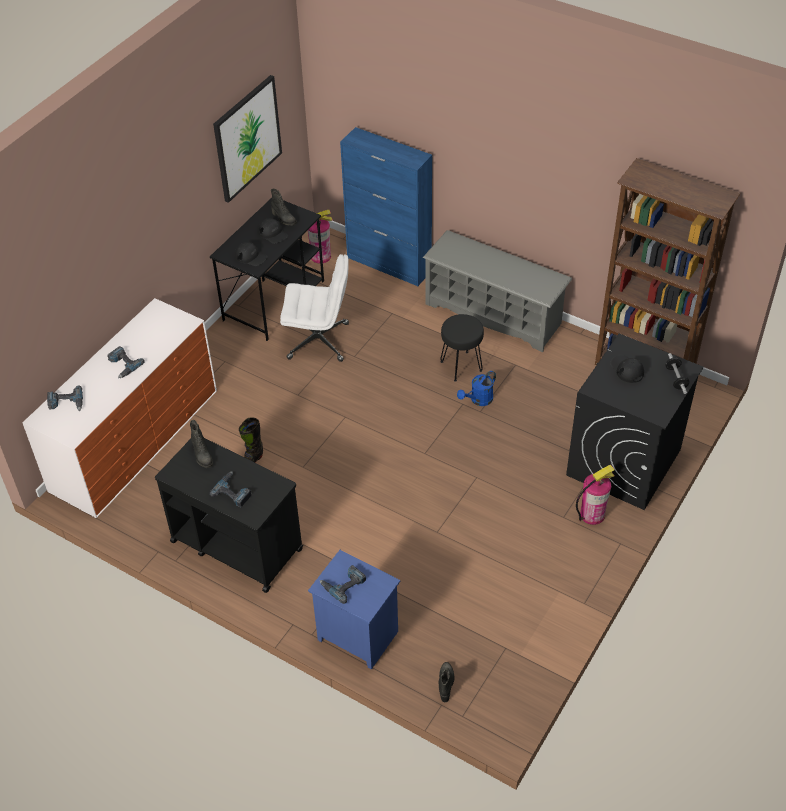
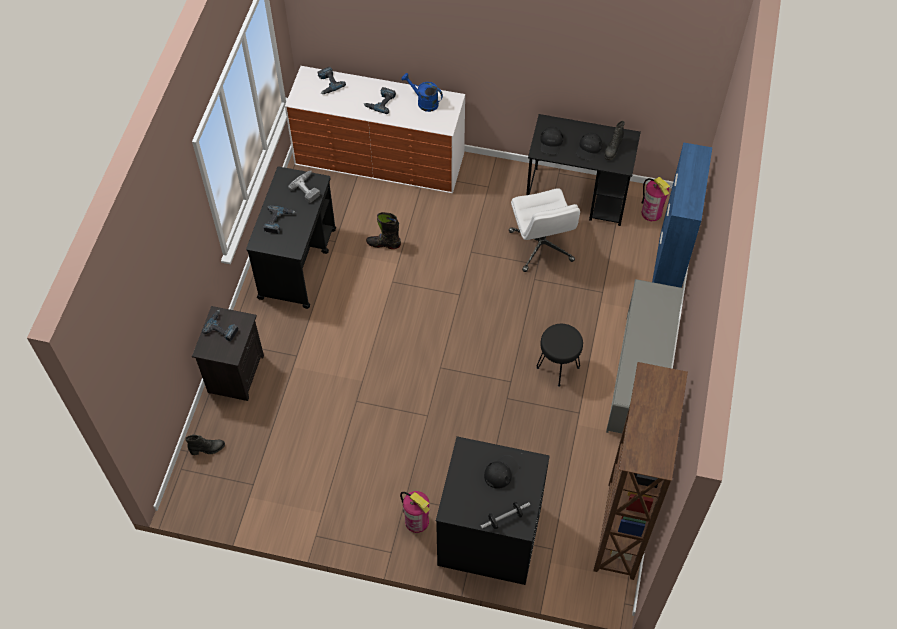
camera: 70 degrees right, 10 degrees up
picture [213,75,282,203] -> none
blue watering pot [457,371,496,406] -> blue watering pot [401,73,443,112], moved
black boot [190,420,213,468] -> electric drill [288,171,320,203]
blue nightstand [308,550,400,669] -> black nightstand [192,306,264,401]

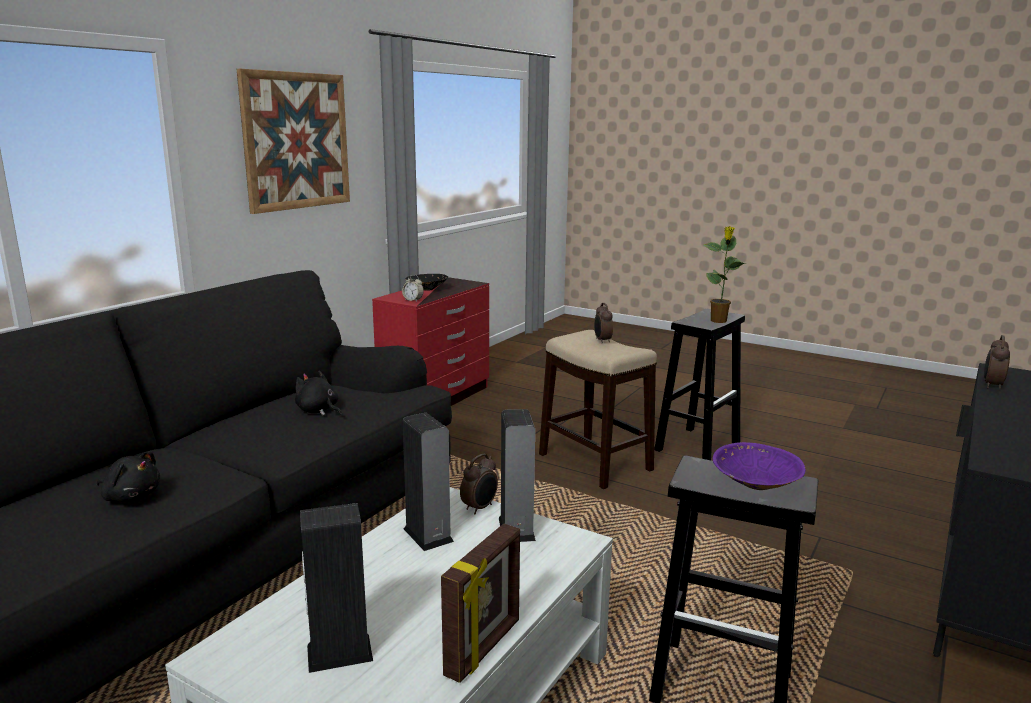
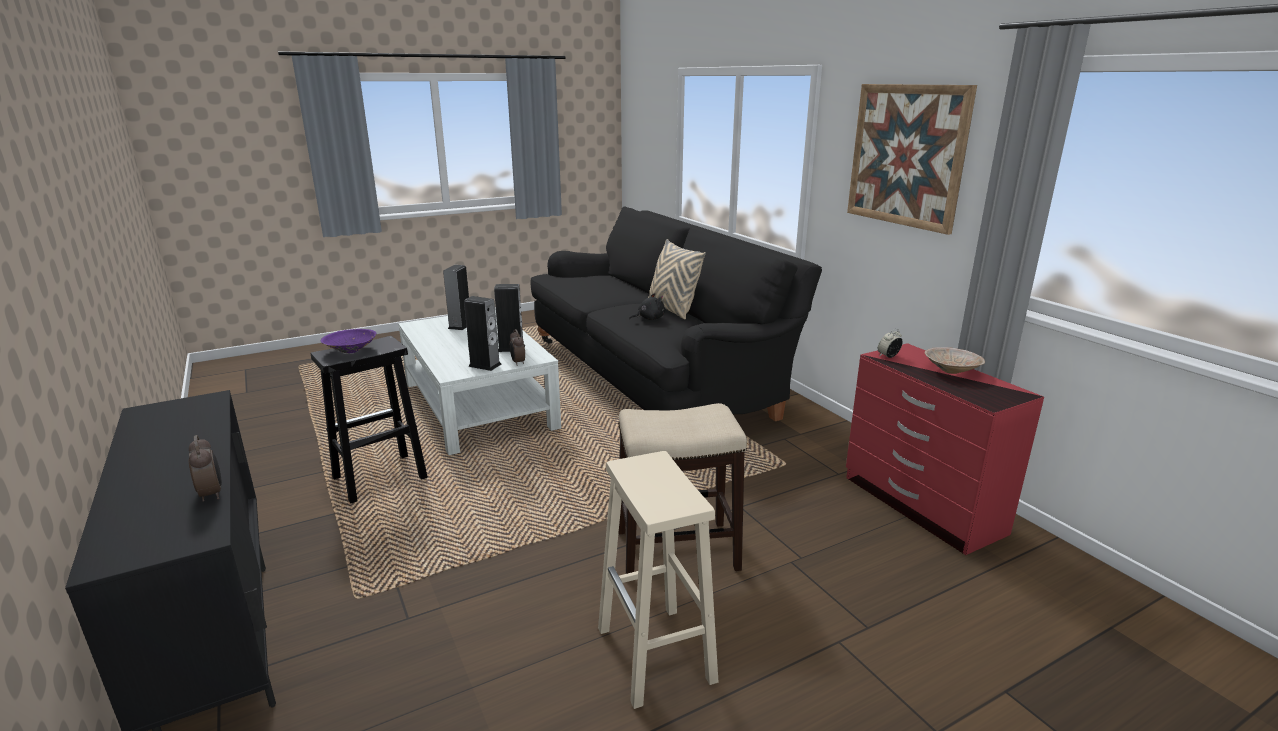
camera: 120 degrees right, 5 degrees up
black soft toy [97,451,160,502] -> none
photo frame [441,524,520,683] -> none
table clock [594,303,613,342] -> none
houseplant [703,226,745,323] -> none
none -> sand-coloured pillow [648,239,706,319]
black bowl [405,274,448,291] -> sand-coloured bowl [924,347,985,374]
black stool [654,309,745,460] -> sand-coloured stool [598,451,718,709]

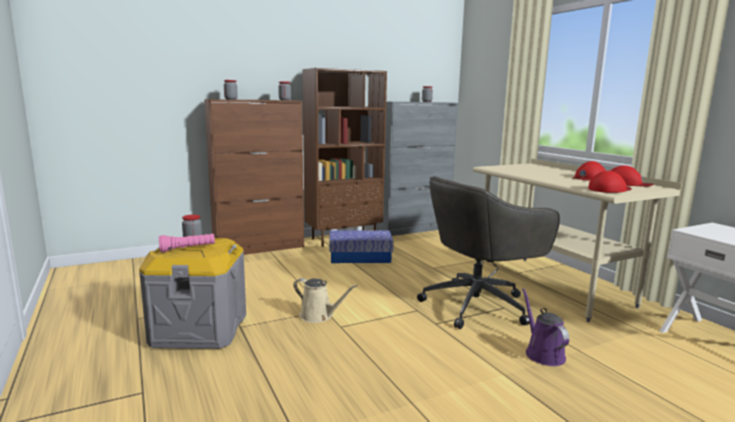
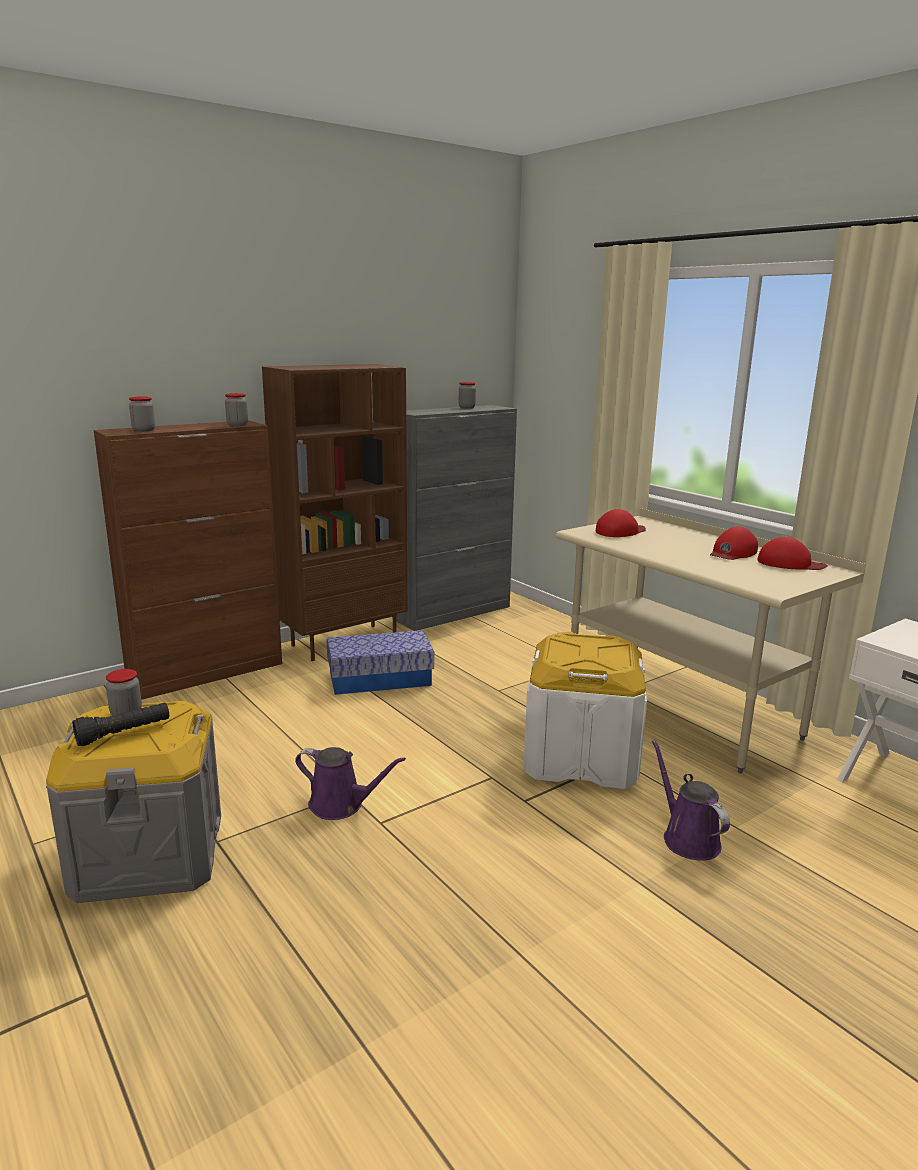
camera: 10 degrees left, 5 degrees up
red cap [588,171,632,193] -> red cap [596,509,646,537], moved
gray office chair [417,176,560,329] -> whitish storage bin [524,632,647,789]
pink-coloured hand torch [159,234,215,252] -> black hand torch [73,703,169,746]
sand-coloured watering pot [293,278,358,323] -> purplish watering pot [295,747,406,820]

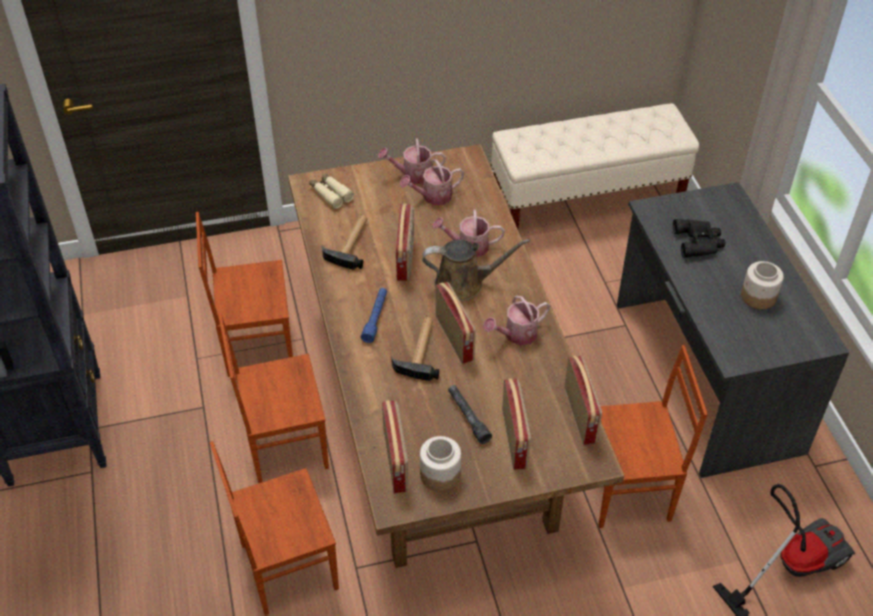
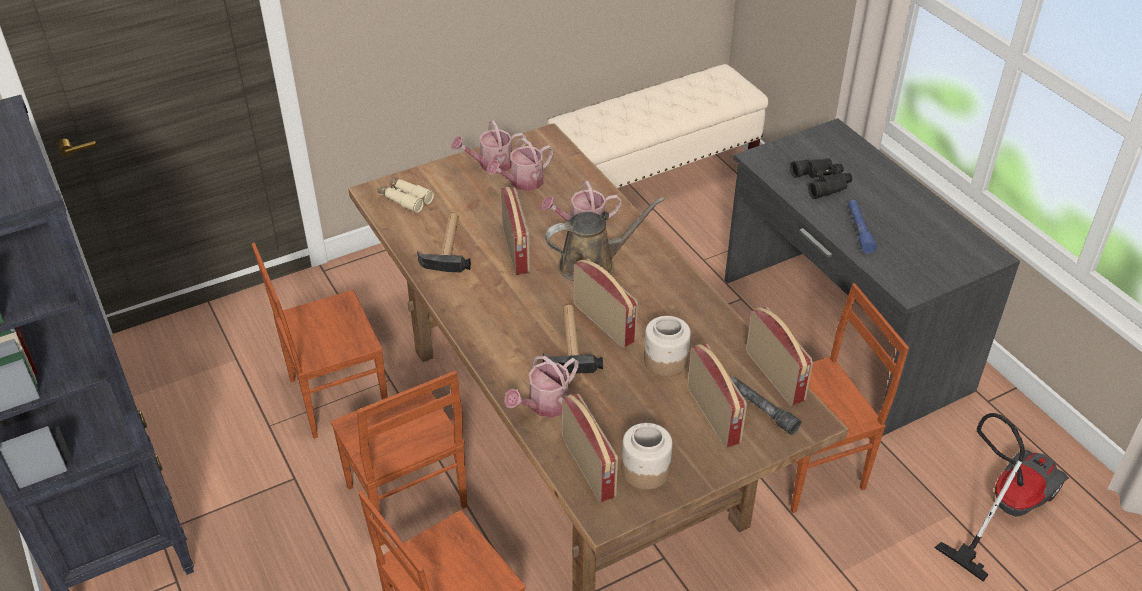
camera: 15 degrees left, 5 degrees down
blue hand torch [361,288,387,343] -> blue hand torch [848,200,877,254], moved
gray hand torch [448,385,492,444] -> gray hand torch [731,377,801,435], moved
watering pot [483,296,550,345] -> watering pot [504,356,579,418], moved
storage jar [741,261,784,309] -> storage jar [644,316,691,376], moved
brownish chair [218,313,329,483] -> brownish chair [330,371,467,546], 90 degrees counterclockwise

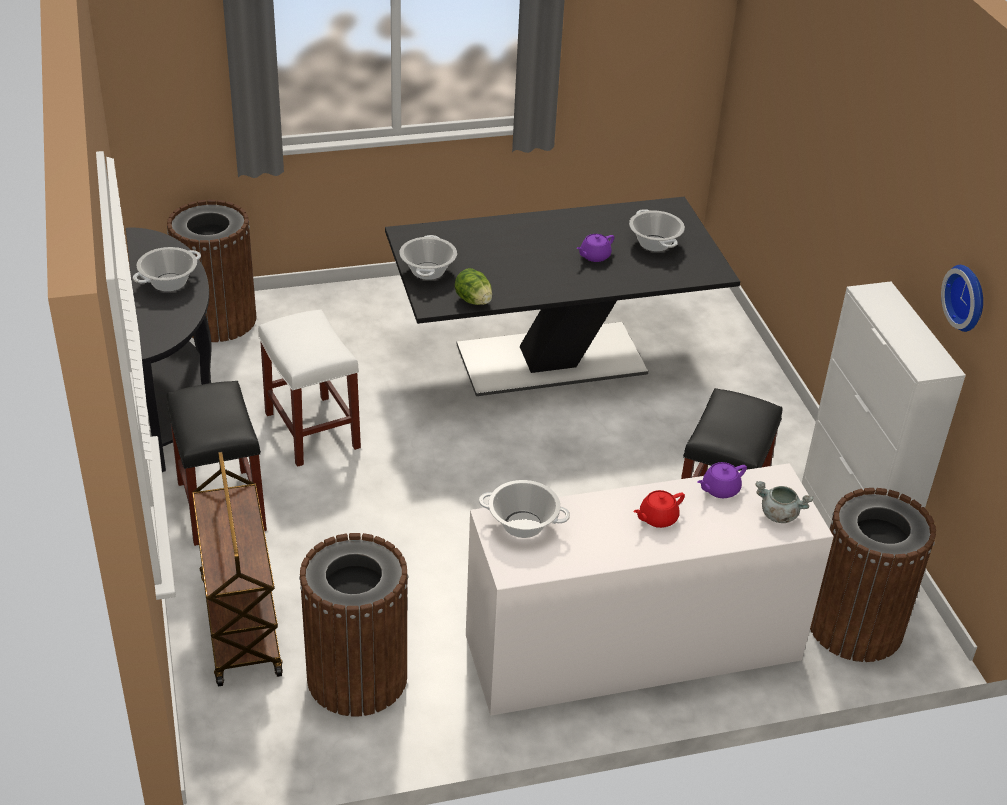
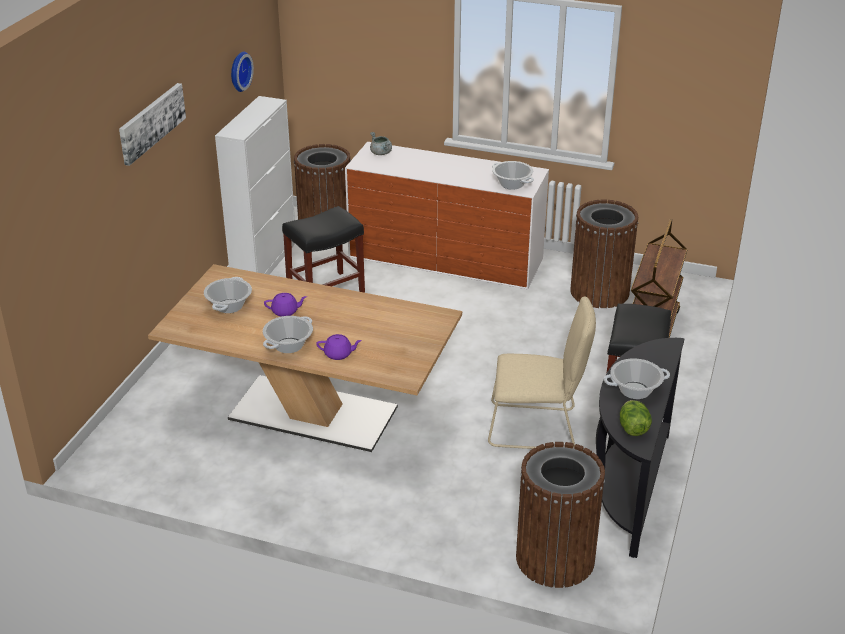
camera: 145 degrees left, 5 degrees down
red tea pot [633,490,685,528] -> none
none -> picture [119,83,186,166]
cooking pot [399,235,457,280] -> cooking pot [263,316,313,353], moved
head of lettuce [454,268,492,305] -> head of lettuce [620,400,652,436], moved
purplish tea pot [697,462,747,498] -> purplish tea pot [316,334,362,360], moved
whitish stool [258,309,361,467] -> sand-coloured chair [488,296,596,449]
black dinner table [385,197,740,396] -> sand-coloured dinner table [148,264,462,452]

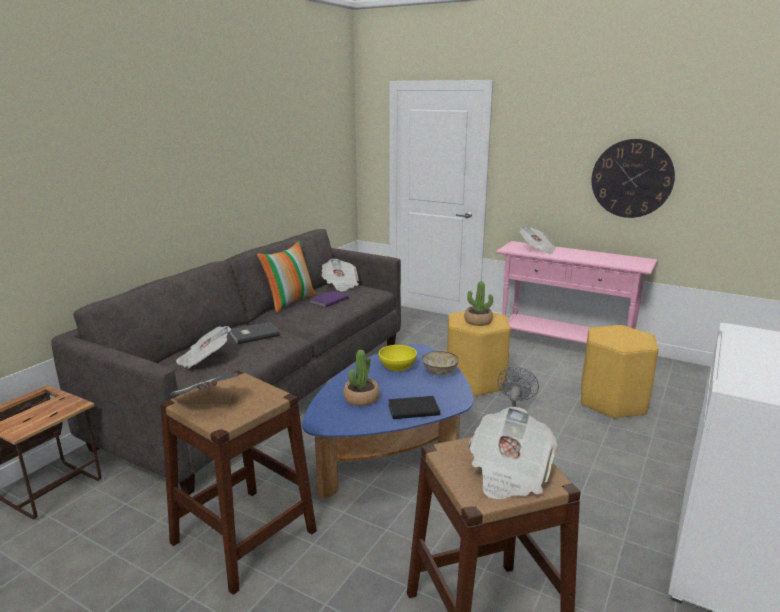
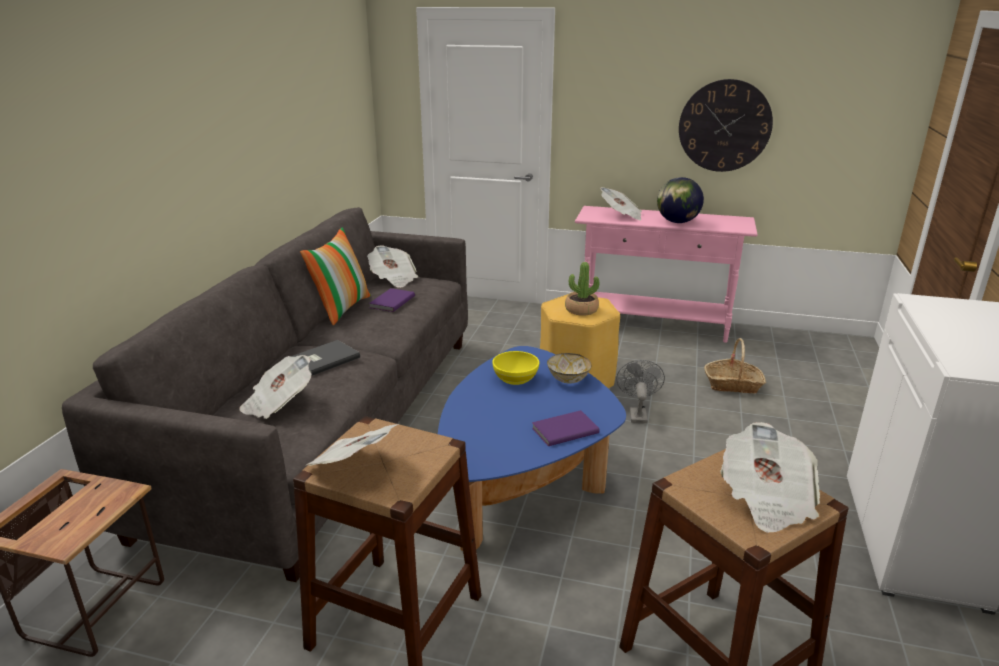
camera: 15 degrees left, 5 degrees up
houseplant [343,350,380,406] -> none
none -> world globe [657,177,704,223]
yellow stool [581,325,659,419] -> household basket [704,338,766,393]
black book [388,396,440,419] -> purplish book [532,410,599,446]

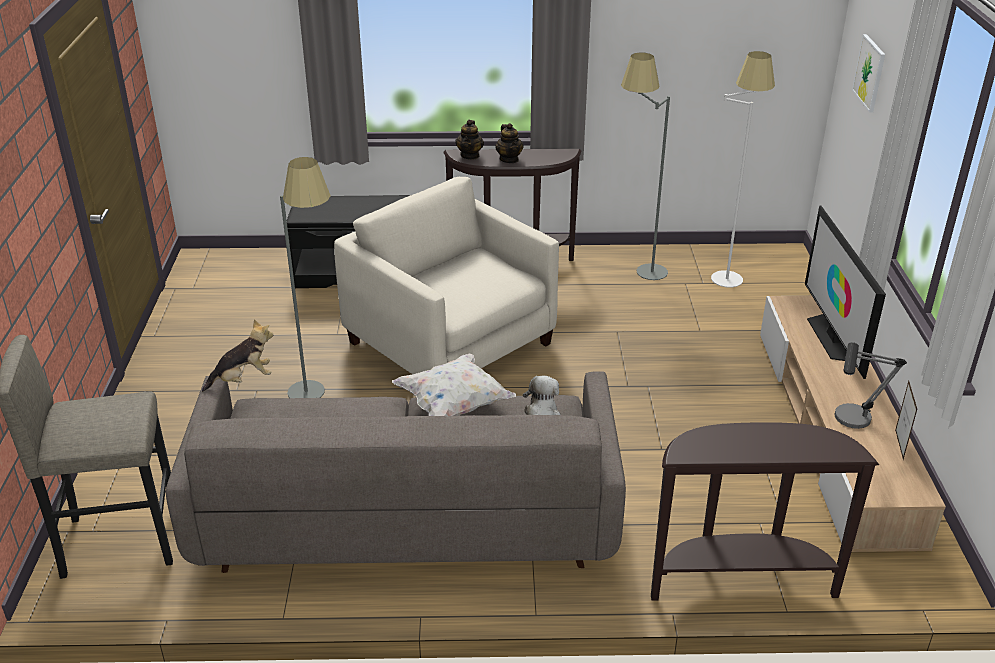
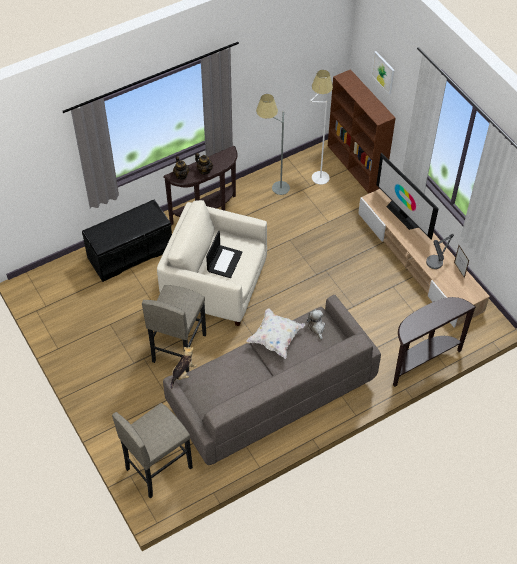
camera: 30 degrees left, 20 degrees up
none -> portable computer [206,231,243,278]
none -> brownish bookshelf [328,69,396,194]
gray standard lamp [280,157,331,398] -> gray stool [142,285,206,372]

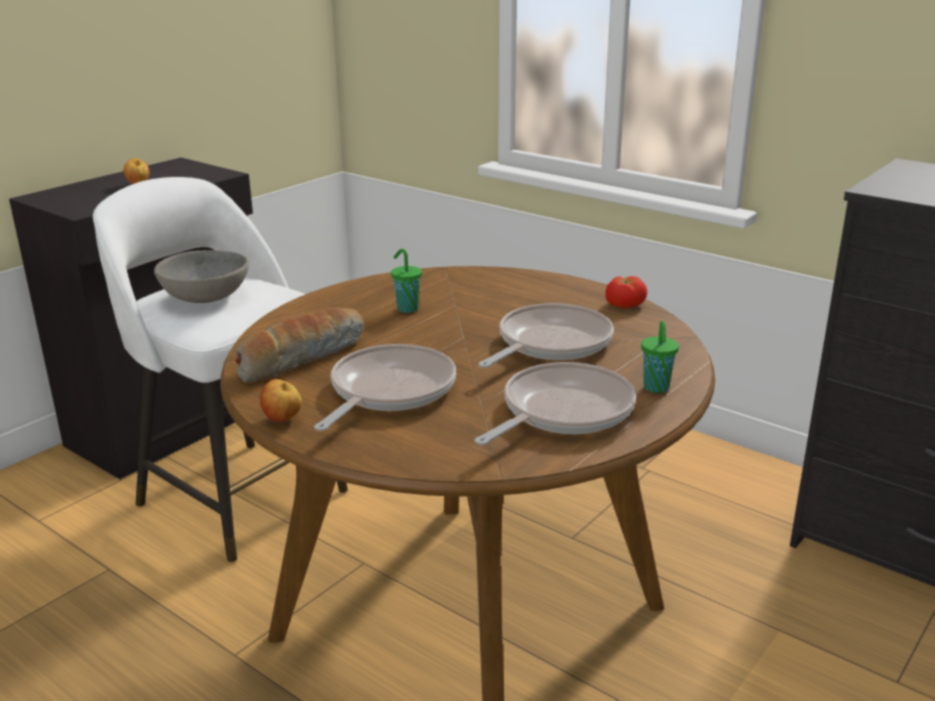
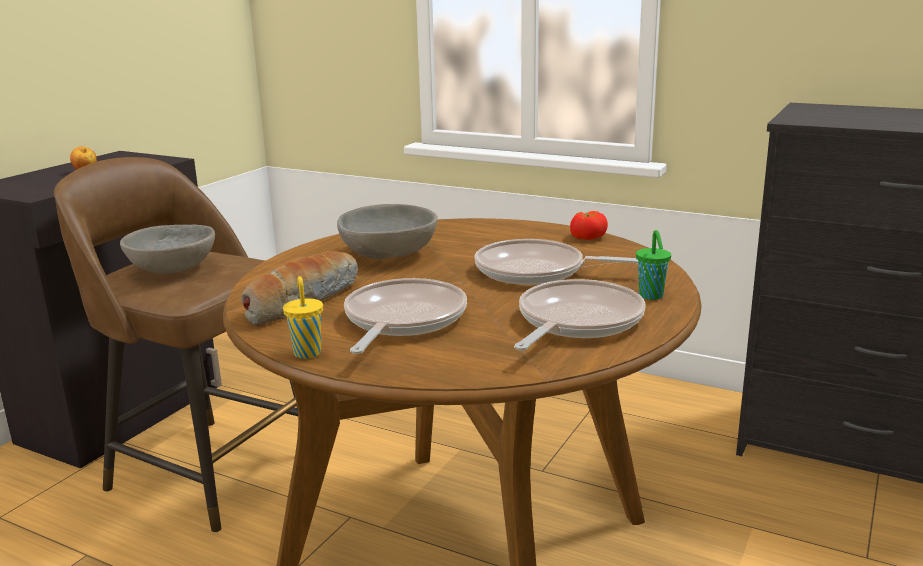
camera: 10 degrees left, 5 degrees down
whole apple [260,379,302,422] -> yellow drinking cup [283,276,323,359]
green-coloured drinking cup [391,249,422,313] -> gray bowl [337,204,438,259]
whitish stool [93,177,348,562] -> brownish stool [54,157,298,533]
frying pan [478,303,614,368] -> frying pan [474,239,638,285], 105 degrees counterclockwise

